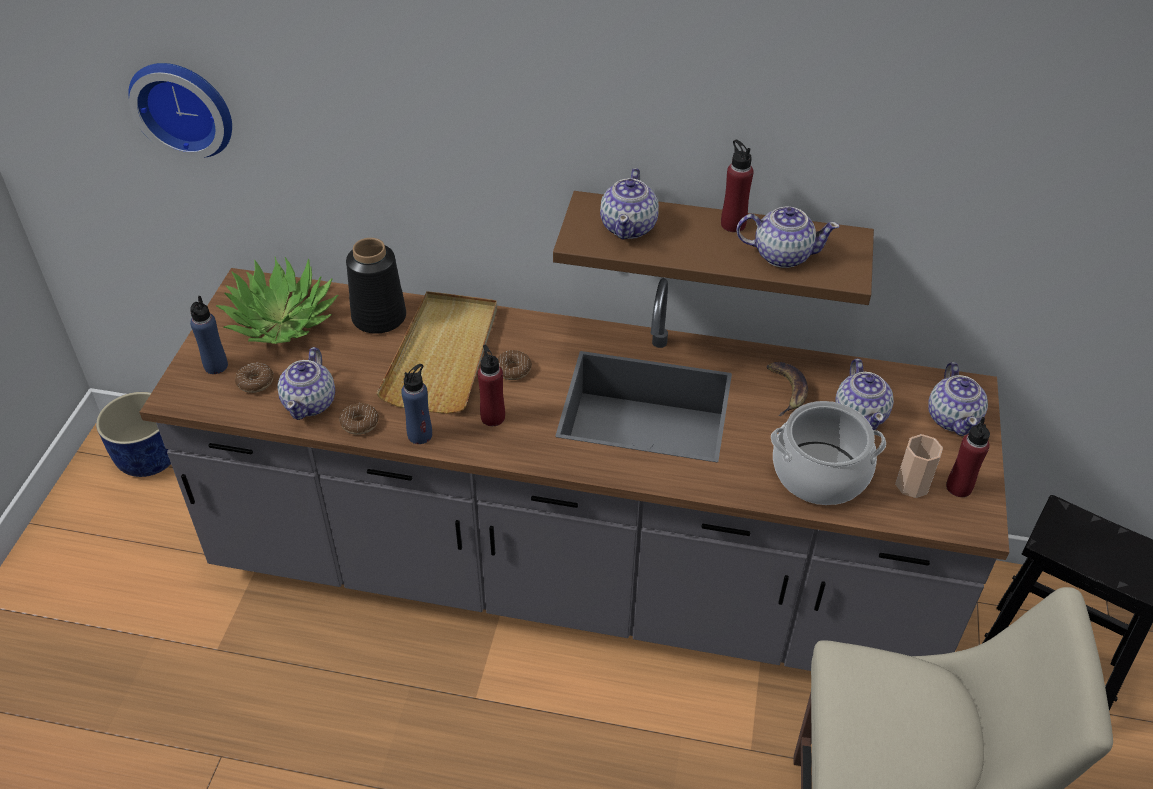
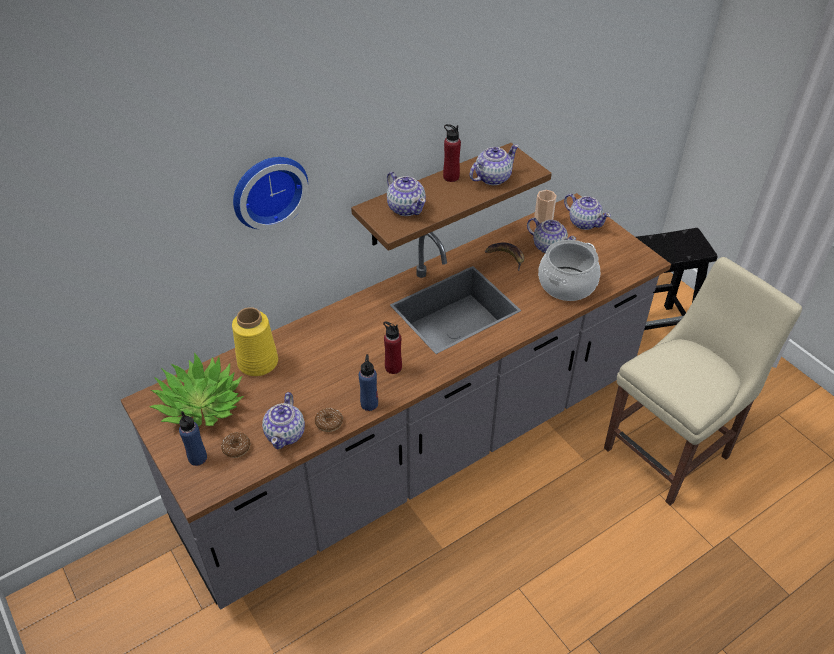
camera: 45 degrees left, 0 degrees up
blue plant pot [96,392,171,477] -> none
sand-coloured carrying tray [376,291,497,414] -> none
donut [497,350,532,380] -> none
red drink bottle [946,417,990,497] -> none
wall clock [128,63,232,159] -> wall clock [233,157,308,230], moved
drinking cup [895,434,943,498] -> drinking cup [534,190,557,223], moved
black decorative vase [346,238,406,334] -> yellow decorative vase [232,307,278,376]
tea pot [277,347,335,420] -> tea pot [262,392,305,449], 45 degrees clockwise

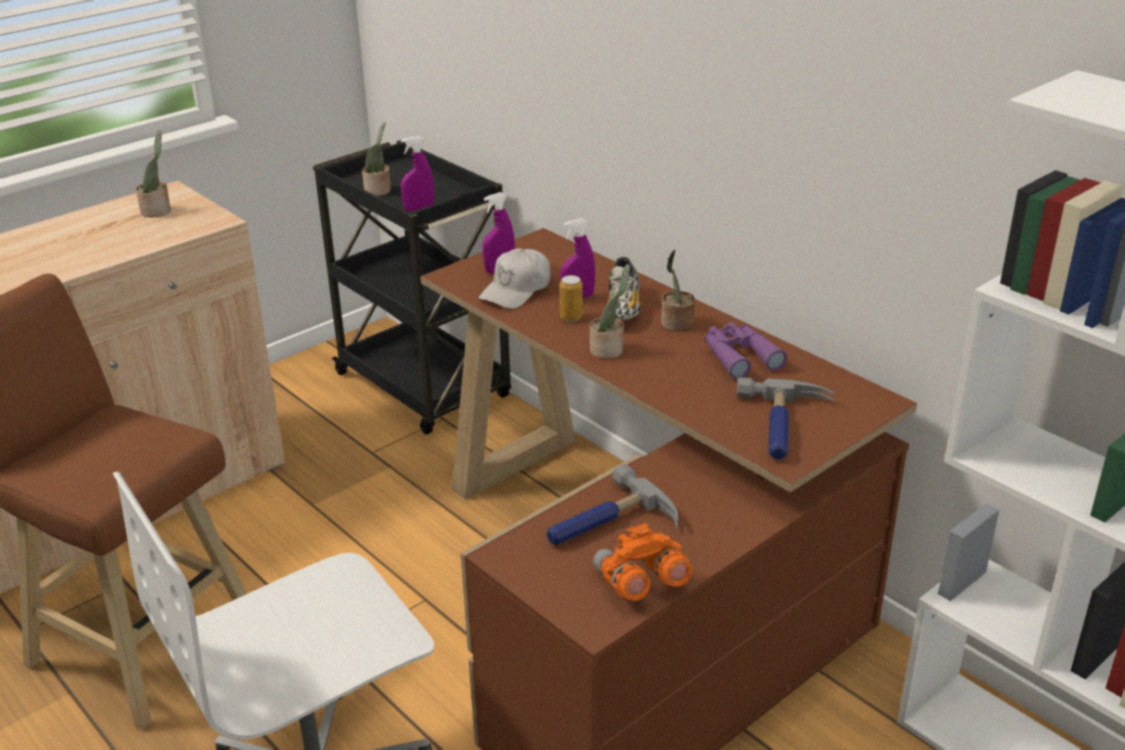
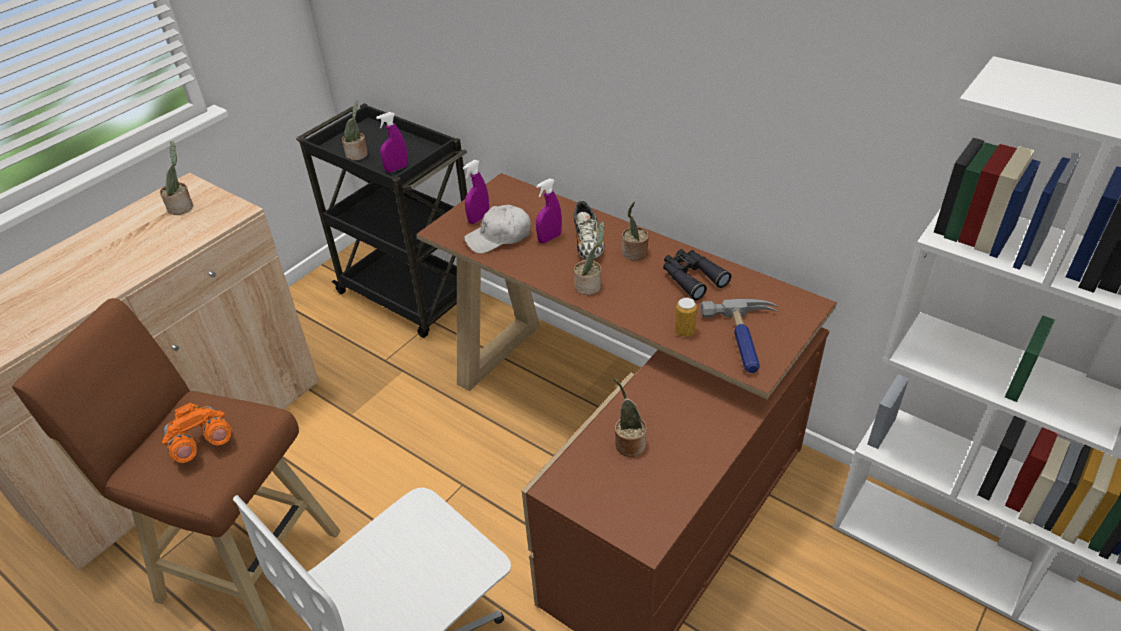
camera: 10 degrees left, 10 degrees up
metal can [559,275,583,322] -> metal can [675,297,697,337], moved
orangey pair of binoculars [593,523,692,601] -> orangey pair of binoculars [162,403,231,463], moved
hammer [547,464,678,545] -> houseplant [614,378,647,457]
purplish pair of binoculars [705,322,787,380] -> black pair of binoculars [663,249,731,300]
whitish cap [479,248,551,309] -> whitish cap [464,205,531,254], 45 degrees clockwise

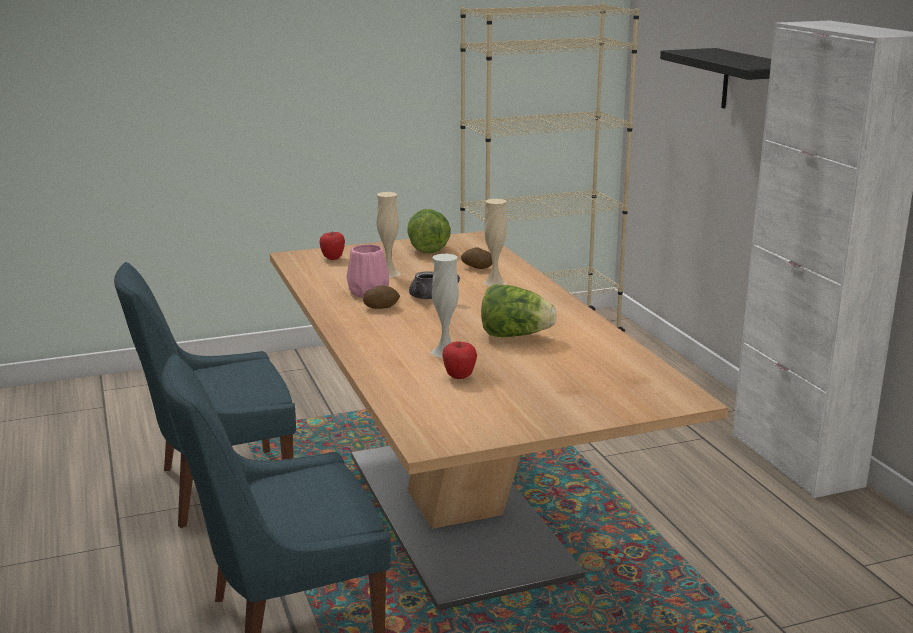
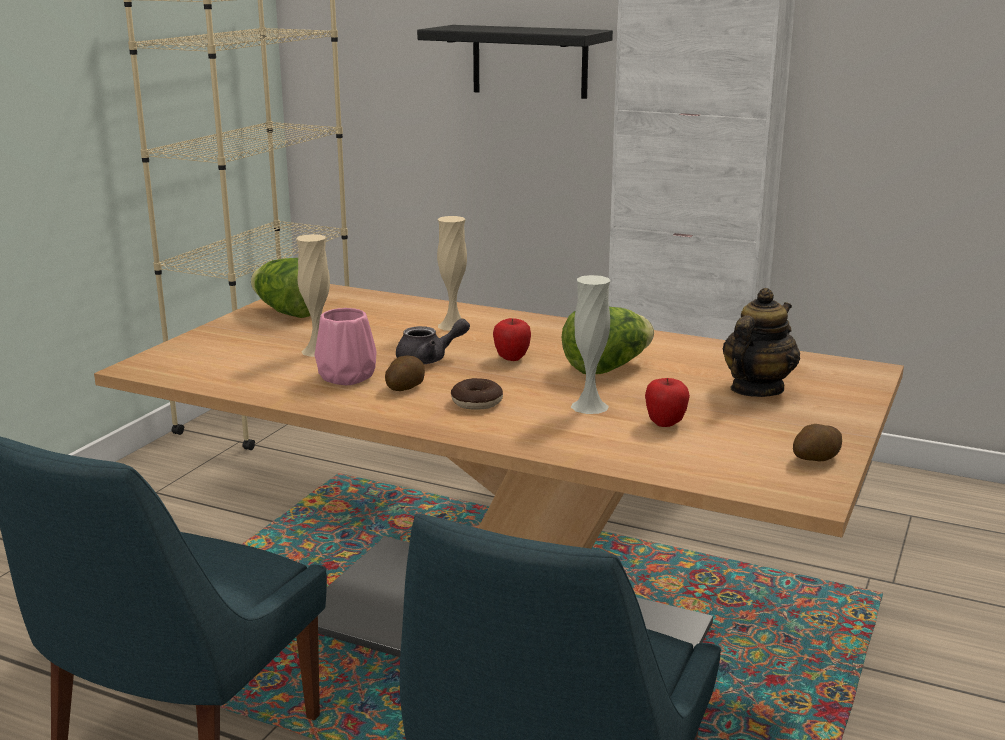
camera: 45 degrees left, 0 degrees up
none -> donut [451,378,503,409]
none -> tea pot [723,288,800,397]
whole apple [319,232,345,260] -> whole apple [493,318,531,361], moved
potato [461,247,492,269] -> potato [793,424,842,462], moved

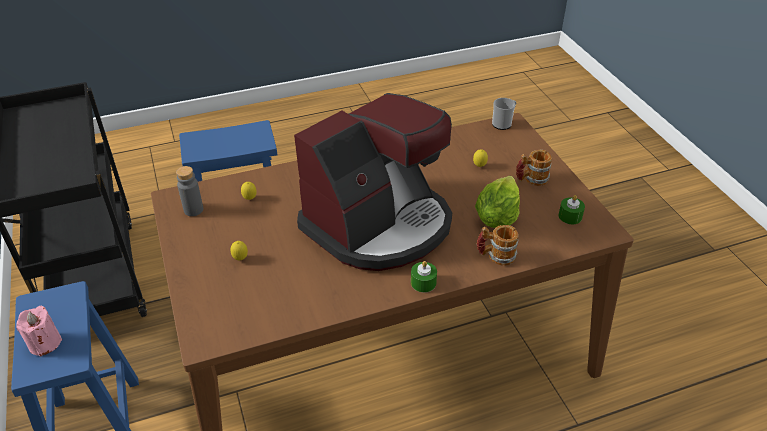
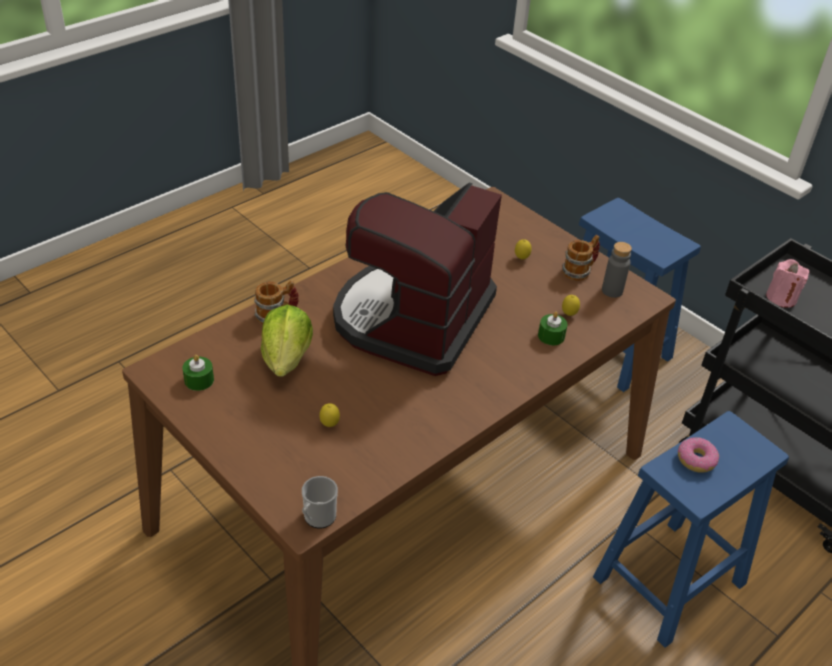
camera: 155 degrees right, 0 degrees up
none -> donut [678,437,719,473]
pink-coloured wax light [16,306,62,357] -> pink-coloured wax light [766,259,809,308], moved
green-coloured wax light [411,261,437,292] -> green-coloured wax light [538,312,568,345], moved
coffee mug [516,150,552,186] -> coffee mug [562,235,600,281], moved

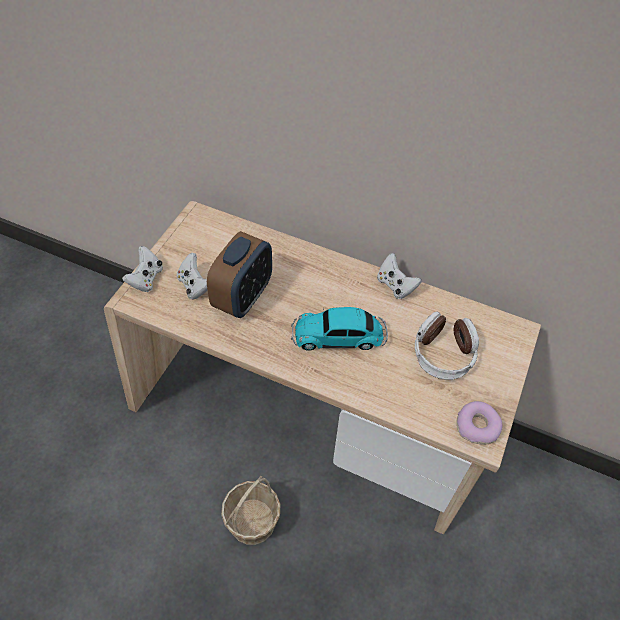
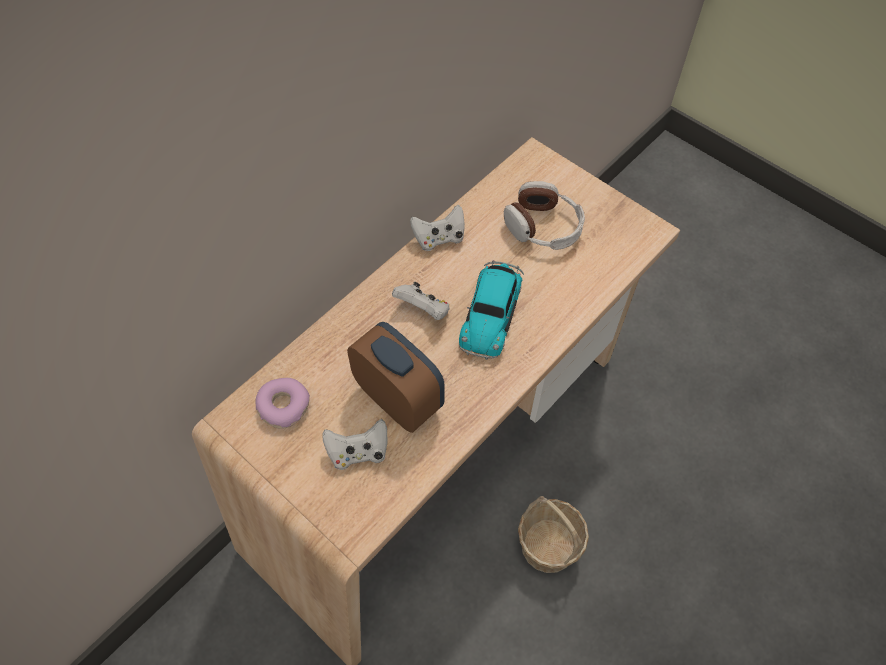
camera: 70 degrees left, 5 degrees up
whitish game controller [122,246,163,292] -> whitish game controller [392,282,450,320], moved
donut [456,401,502,445] -> donut [255,378,310,429], moved

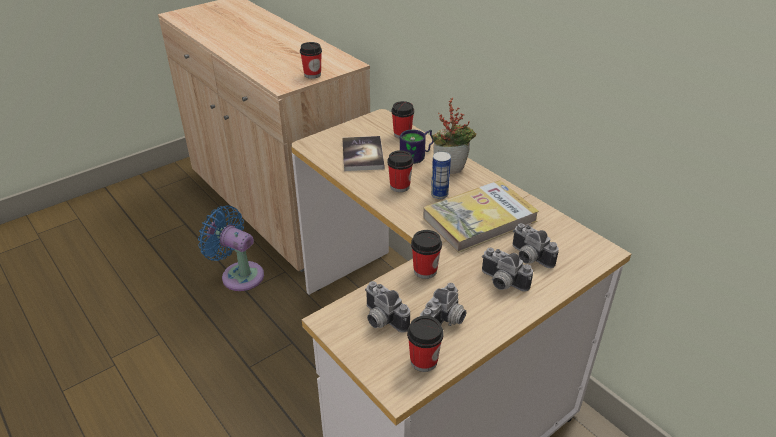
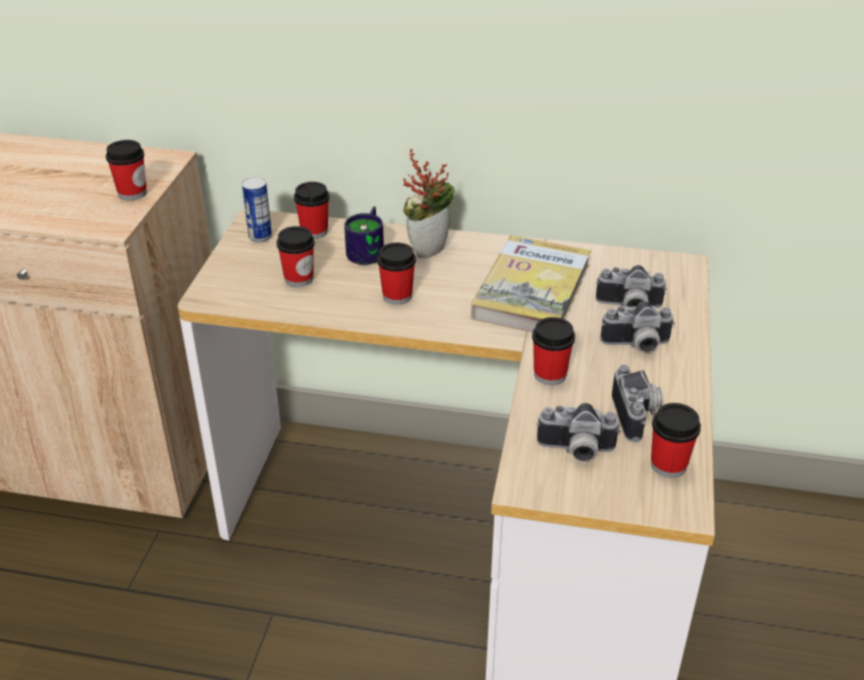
camera: 40 degrees left, 0 degrees up
blue cooling fan [198,206,264,291] -> none
metal can [431,151,451,199] -> metal can [242,177,272,242], moved
book [342,136,385,171] -> drinking cup [276,226,315,287]

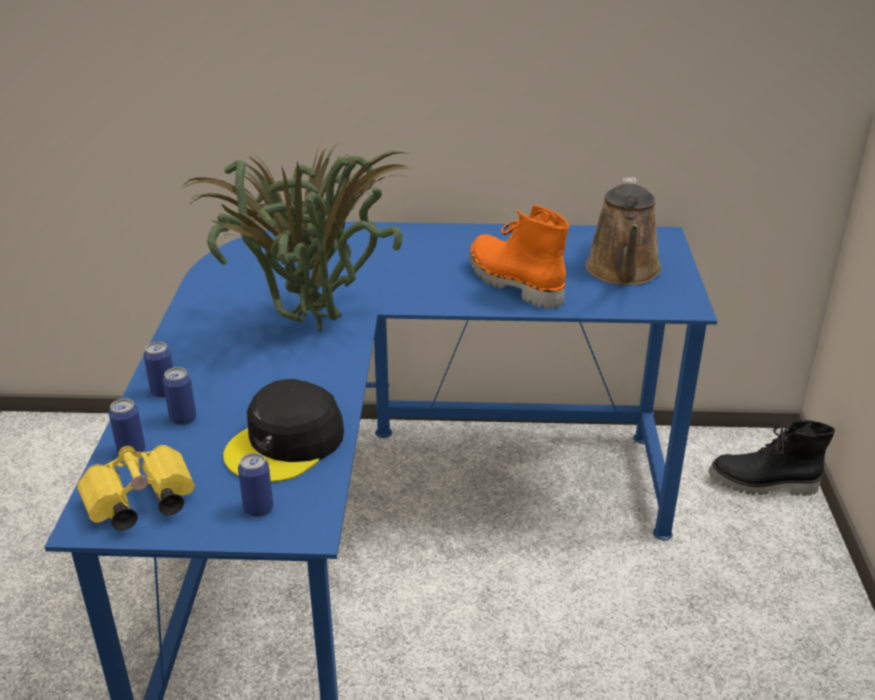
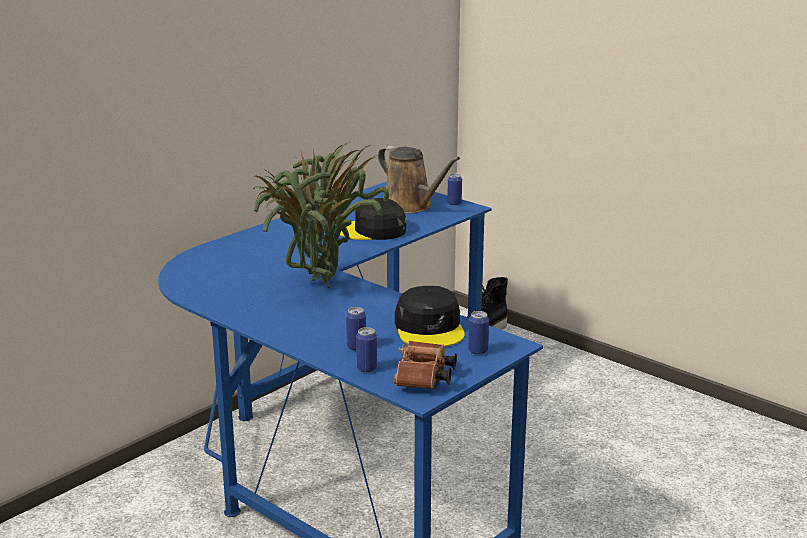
camera: 50 degrees left, 10 degrees down
metal can [143,342,173,398] -> metal can [447,174,462,206], moved
orangey boot [469,205,569,309] -> black cap [340,198,406,240]
yellow pair of binoculars [77,445,195,530] -> brownish pair of binoculars [394,340,457,389]

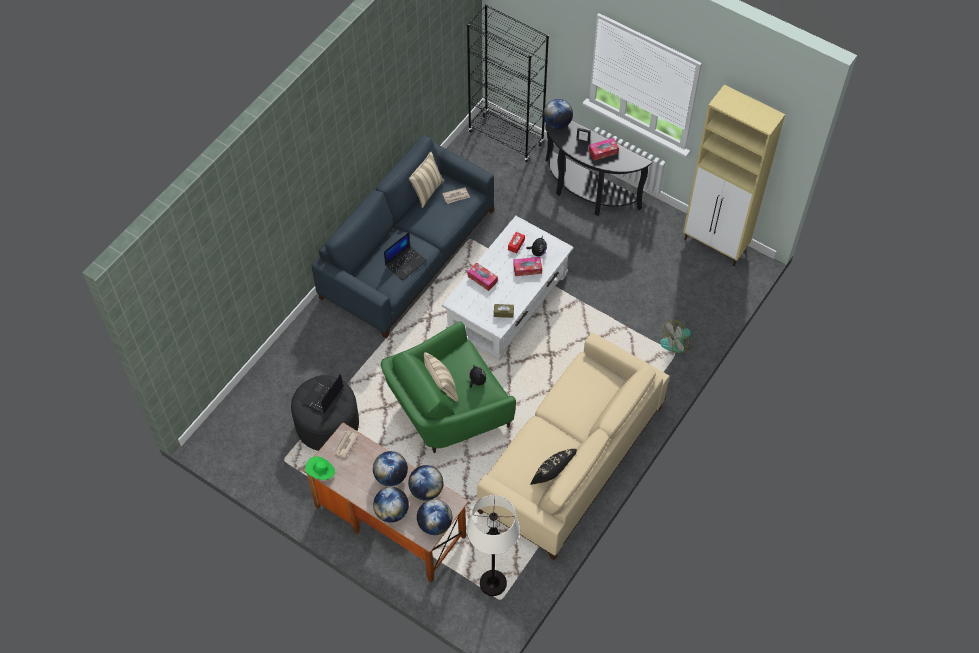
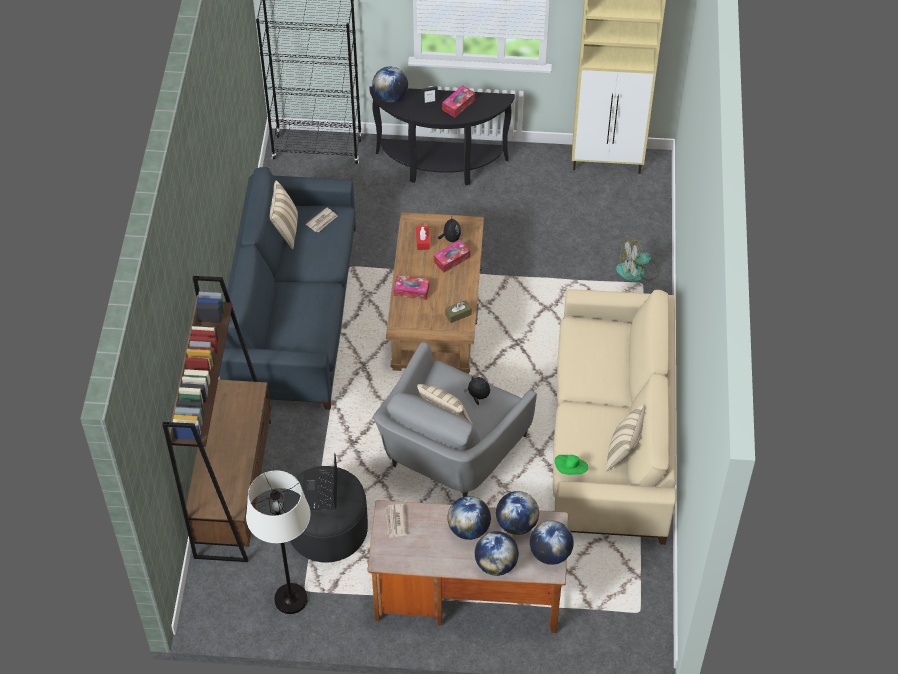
camera: 30 degrees left, 5 degrees down
portable computer [384,232,427,281] -> none
none -> brownish bookshelf [162,276,271,562]
green-coloured clothing hat [305,456,335,480] -> green-coloured clothing hat [555,455,588,475], moved
whitish standard lamp [467,495,520,596] -> whitish standard lamp [246,470,311,614], moved
green-coloured easy chair [381,321,516,453] -> gray easy chair [374,342,537,497]
whitish coffee table [442,216,574,361] -> brownish coffee table [386,212,484,374]
black pillow [530,449,577,485] -> sand-coloured pillow [606,405,645,471]
cooling fan [660,319,696,354] -> cooling fan [616,238,659,282], 45 degrees clockwise

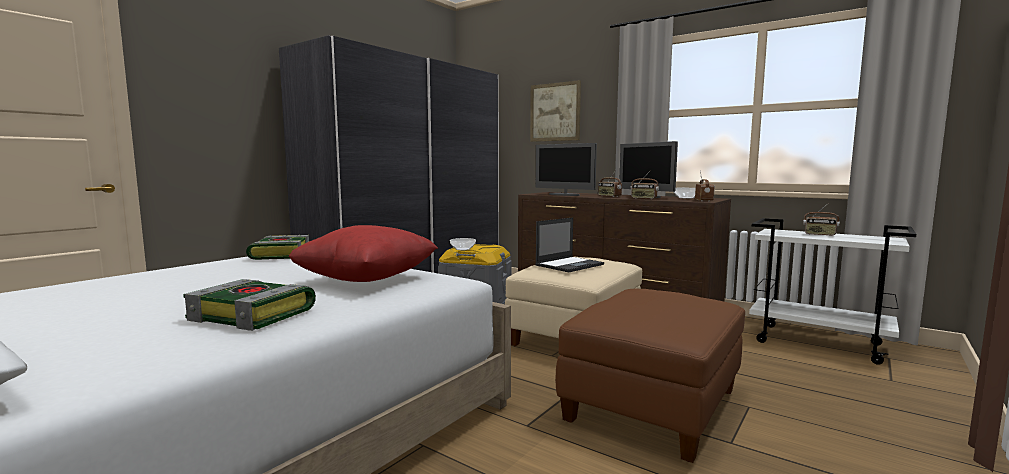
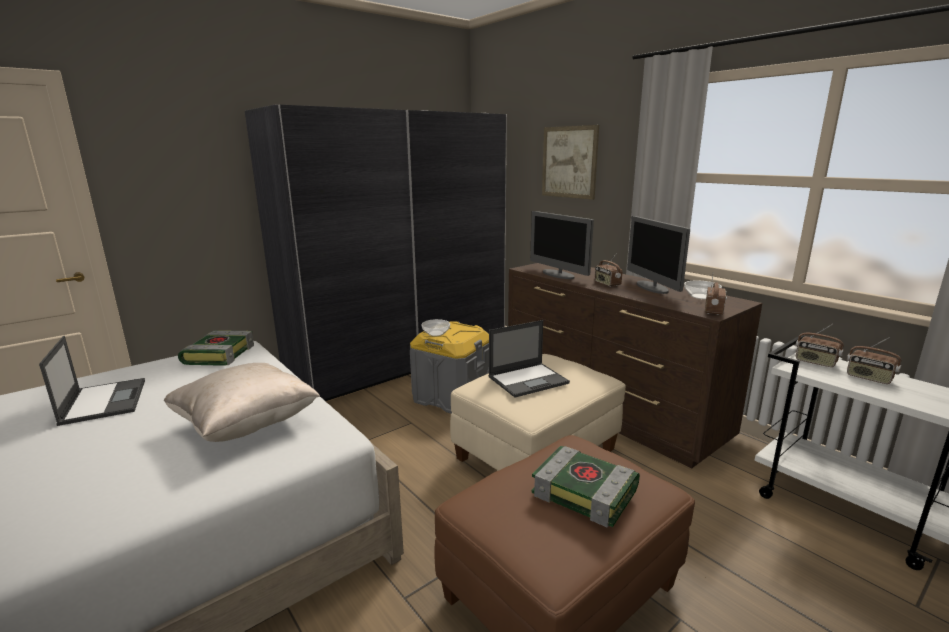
camera: 15 degrees right, 10 degrees up
none -> portable computer [39,336,145,426]
book [183,279,316,331] -> book [531,446,640,528], moved
radio set [630,171,659,199] -> radio set [796,324,844,367], moved
red pillow [289,225,438,282] -> sand-coloured pillow [164,363,320,442]

